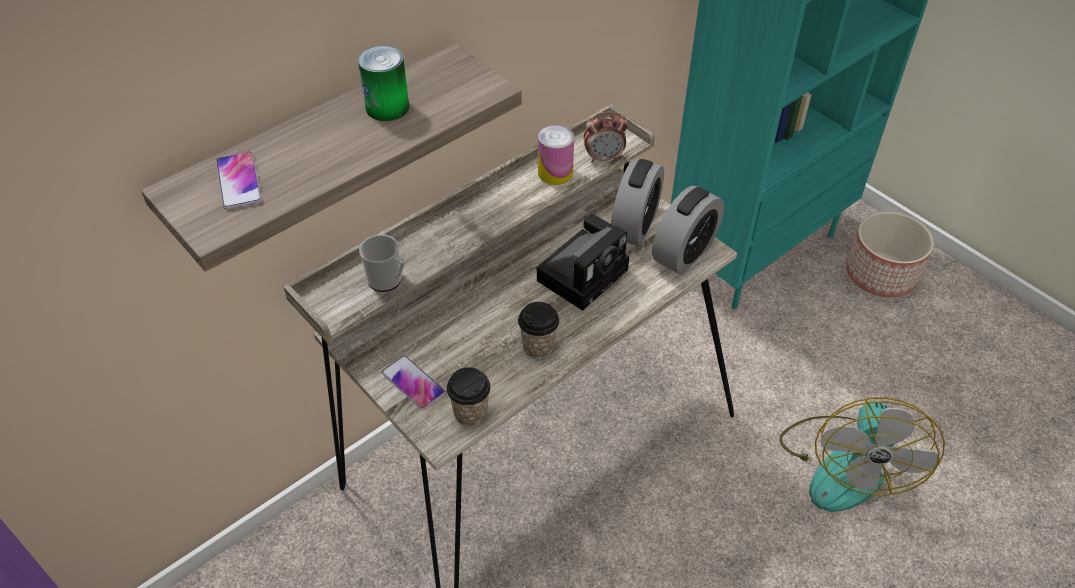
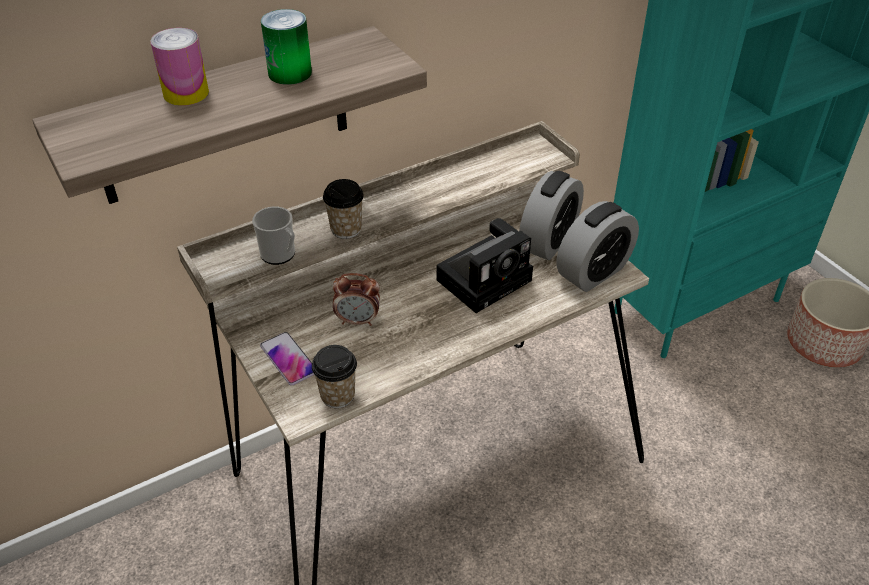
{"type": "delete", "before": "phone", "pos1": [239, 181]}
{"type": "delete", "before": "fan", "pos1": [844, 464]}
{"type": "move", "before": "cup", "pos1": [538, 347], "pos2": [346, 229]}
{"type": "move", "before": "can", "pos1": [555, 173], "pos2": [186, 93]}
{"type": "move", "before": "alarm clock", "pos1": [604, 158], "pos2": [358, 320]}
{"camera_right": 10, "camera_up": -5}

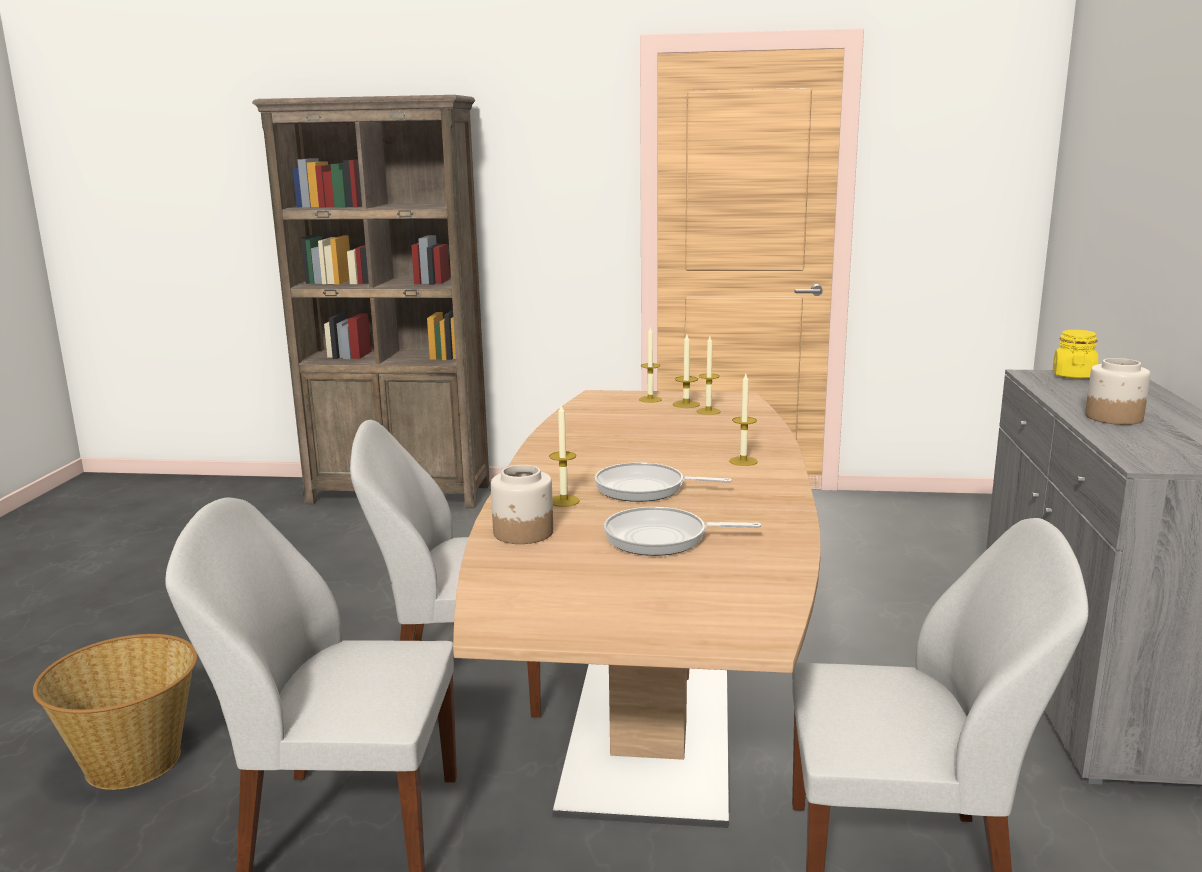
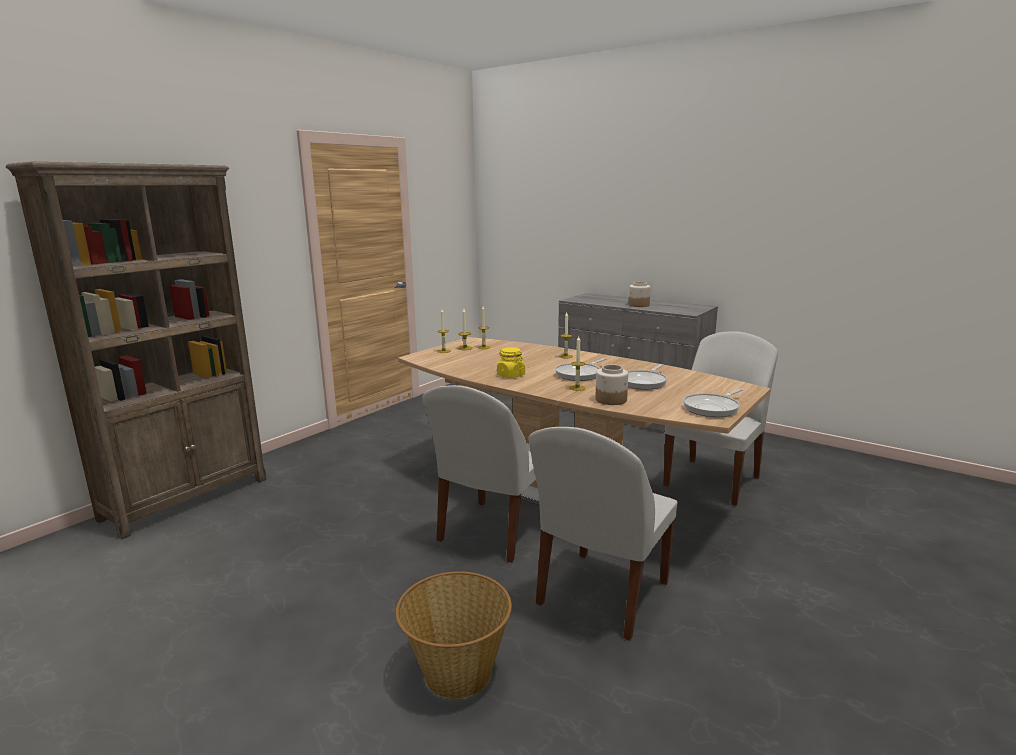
{"type": "insert", "after": "frying pan", "pos2": [713, 408]}
{"type": "move", "before": "yellow jar", "pos1": [1073, 375], "pos2": [510, 375]}
{"camera_right": -60, "camera_up": 0}

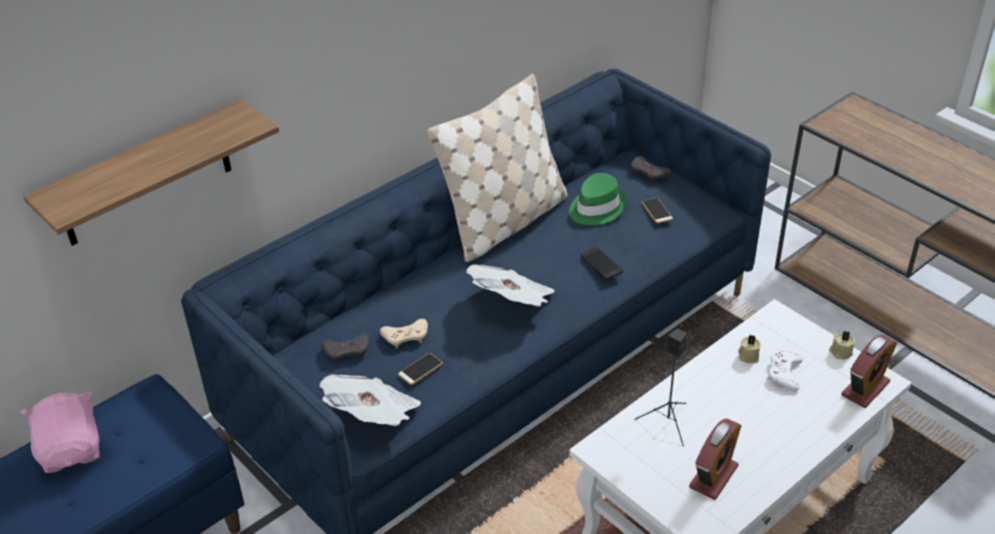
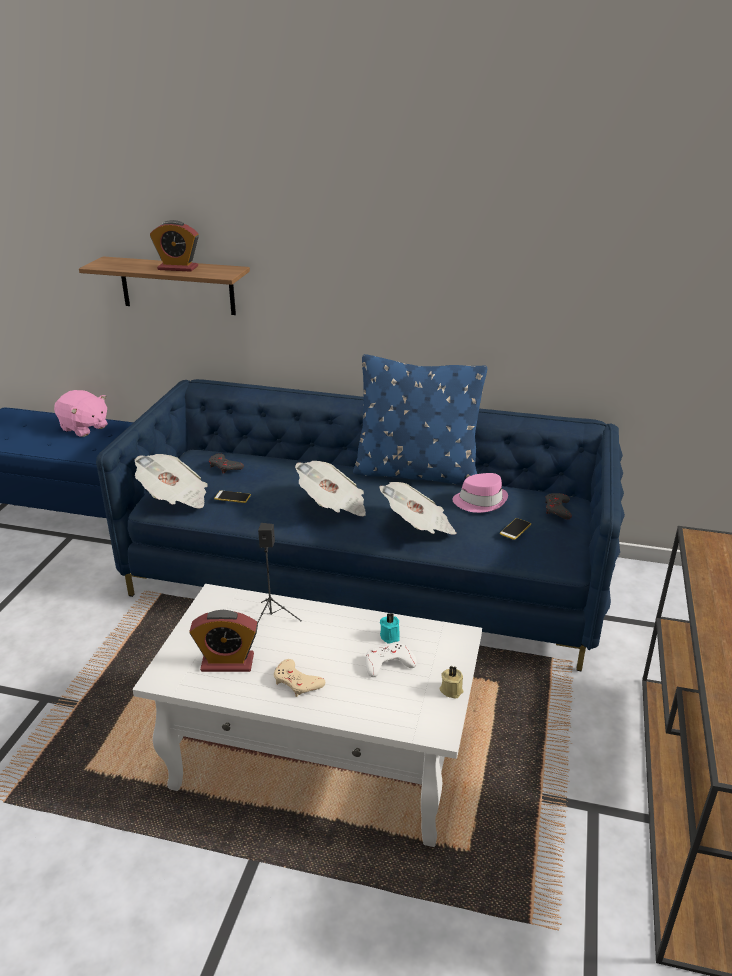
{"type": "move", "before": "beige game controller", "pos1": [406, 336], "pos2": [297, 682]}
{"type": "move", "before": "alarm clock", "pos1": [865, 389], "pos2": [178, 268]}
{"type": "replace", "before": "phone", "after": "newspaper", "pos1": [601, 264], "pos2": [418, 526]}
{"type": "recolor", "before": "beige pillow", "after": "blue pillow", "pos1": [504, 222], "pos2": [416, 473]}
{"type": "recolor", "before": "green hat", "after": "pink hat", "pos1": [595, 207], "pos2": [480, 501]}
{"type": "recolor", "before": "beige candle", "after": "turquoise candle", "pos1": [748, 356], "pos2": [390, 636]}
{"type": "rotate", "before": "pink plush toy", "pos1": [72, 450], "pos2": [84, 428], "turn": 90}
{"camera_right": 55, "camera_up": -10}

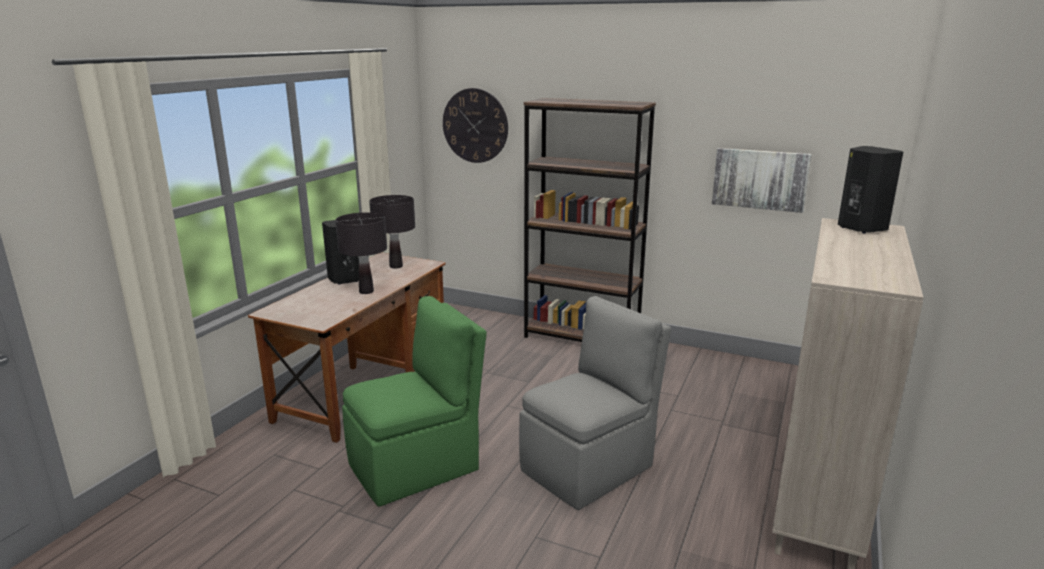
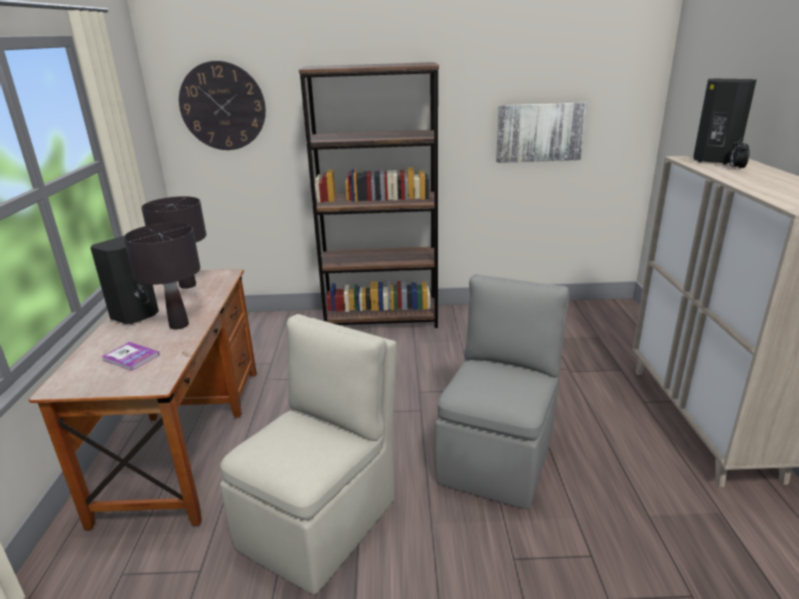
{"type": "insert", "after": "book", "pos2": [131, 357]}
{"type": "insert", "after": "alarm clock", "pos2": [736, 168]}
{"type": "recolor", "before": "green chair", "after": "beige chair", "pos1": [417, 466], "pos2": [321, 520]}
{"camera_right": -25, "camera_up": 5}

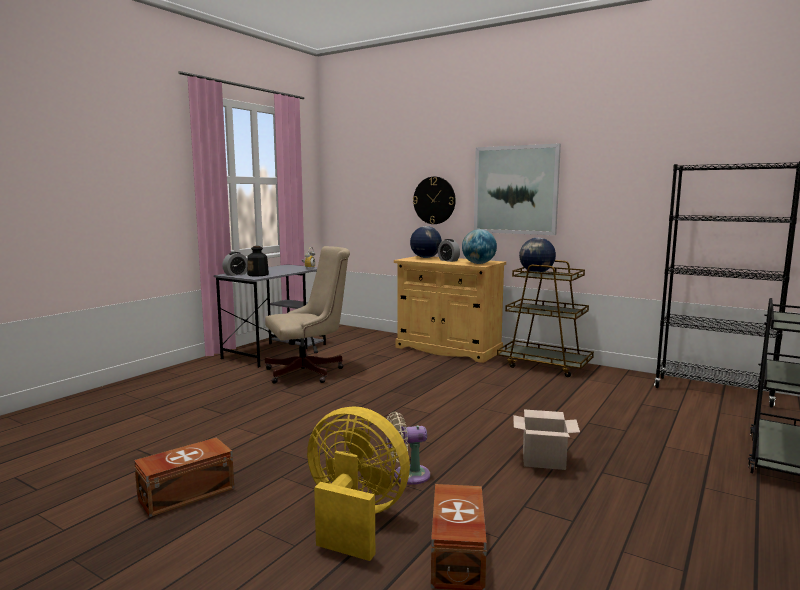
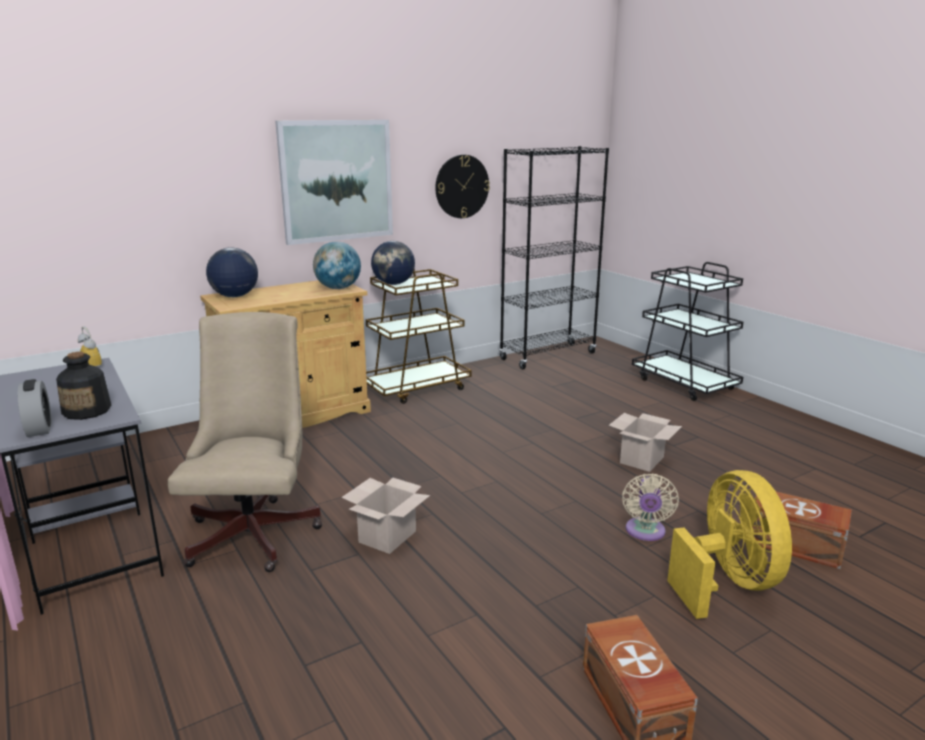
{"type": "delete", "before": "alarm clock", "pos1": [448, 260]}
{"type": "insert", "after": "cardboard box", "pos2": [387, 536]}
{"type": "move", "before": "wall clock", "pos1": [434, 200], "pos2": [462, 186]}
{"type": "rotate", "before": "yellow fan", "pos1": [354, 519], "pos2": [726, 583], "turn": 120}
{"camera_right": -65, "camera_up": 10}

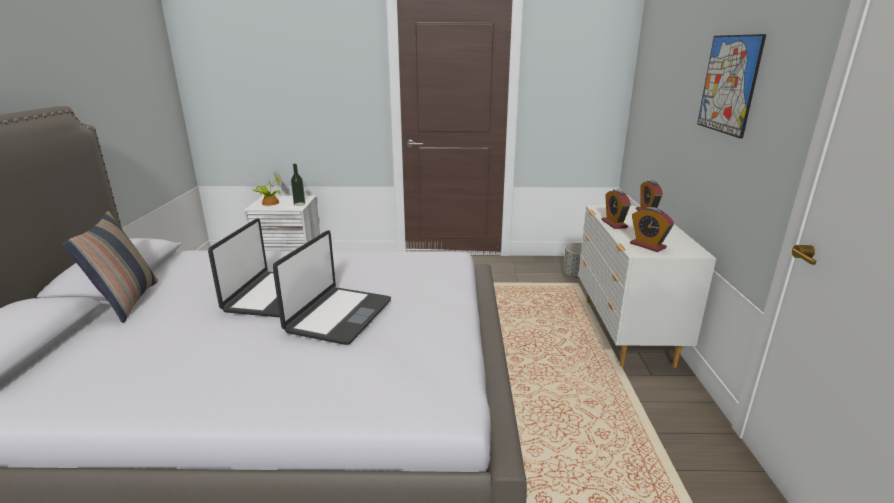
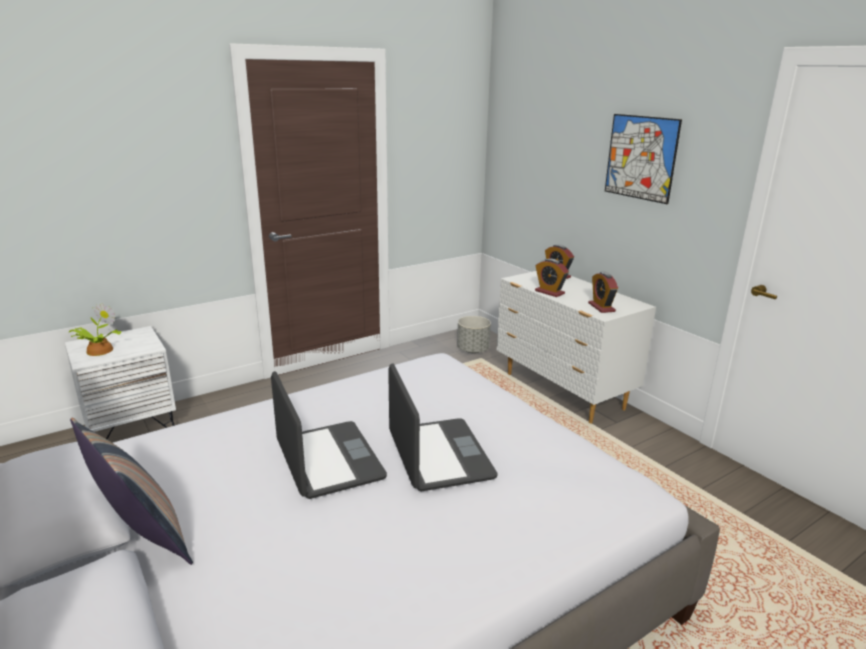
{"type": "delete", "before": "bottle", "pos1": [299, 204]}
{"type": "rotate", "before": "alarm clock", "pos1": [647, 246], "pos2": [601, 307], "turn": 60}
{"camera_right": -35, "camera_up": 0}

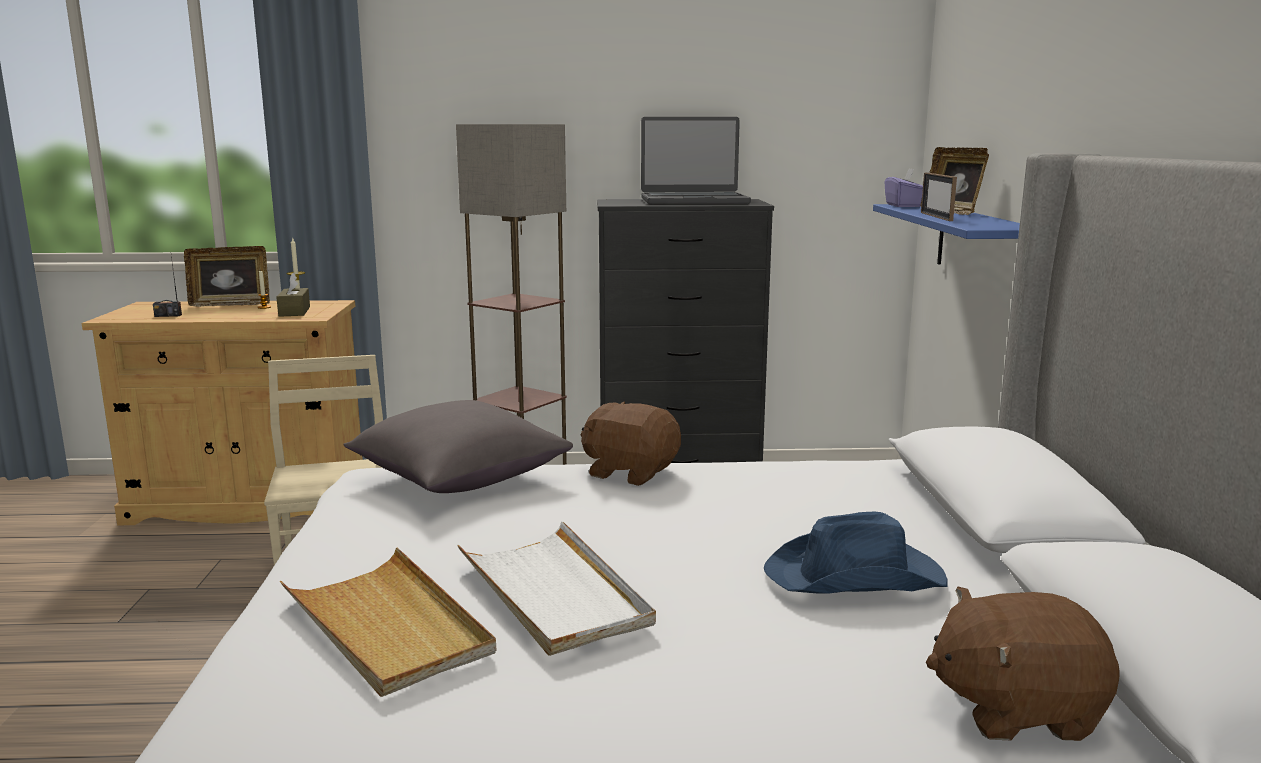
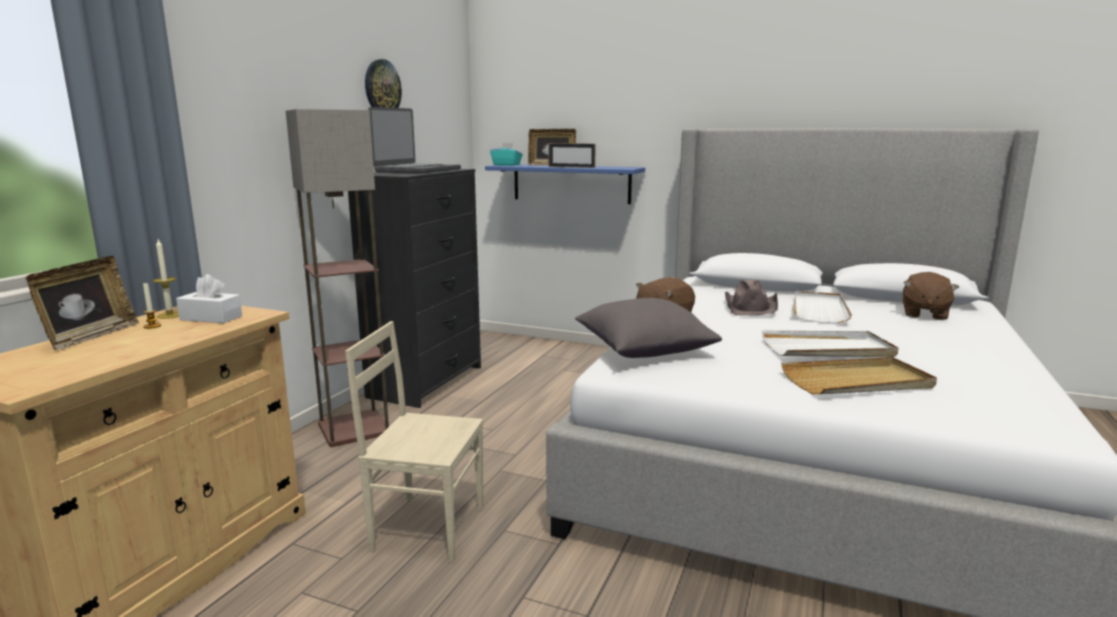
{"type": "delete", "before": "radio", "pos1": [168, 315]}
{"type": "insert", "after": "wall clock", "pos2": [382, 87]}
{"type": "insert", "after": "brown hat", "pos2": [751, 307]}
{"type": "replace", "before": "blue hat", "after": "white tray", "pos1": [856, 577], "pos2": [819, 310]}
{"type": "recolor", "before": "brown tissue box", "after": "white tissue box", "pos1": [294, 311], "pos2": [211, 318]}
{"type": "recolor", "before": "purple tissue box", "after": "turquoise tissue box", "pos1": [904, 205], "pos2": [506, 165]}
{"camera_right": -65, "camera_up": 0}

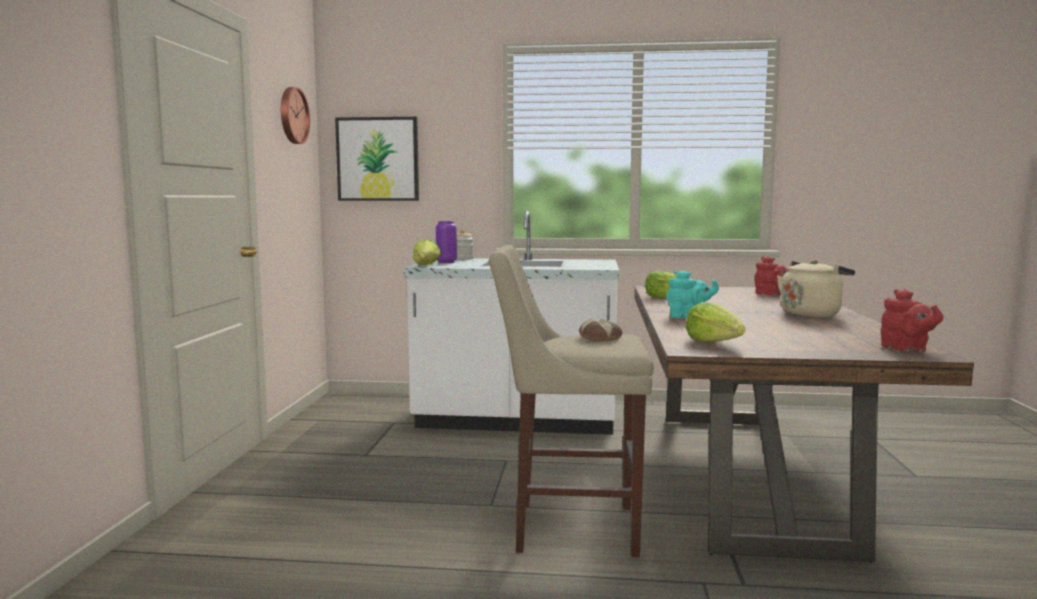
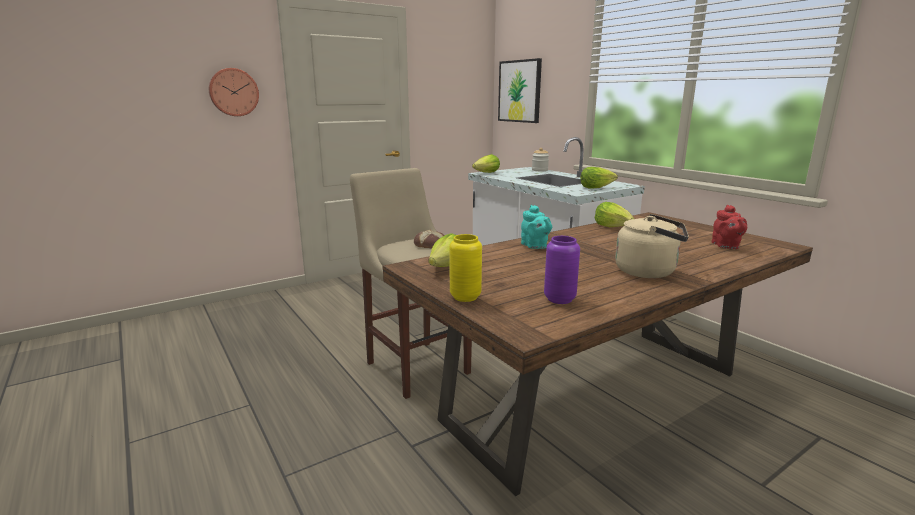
{"type": "delete", "before": "red teapot", "pos1": [906, 349]}
{"type": "insert", "after": "yellow vase", "pos2": [465, 297]}
{"type": "insert", "after": "lettuce", "pos2": [596, 187]}
{"type": "move", "before": "wall clock", "pos1": [292, 115], "pos2": [233, 92]}
{"type": "move", "before": "purple vase", "pos1": [446, 262], "pos2": [559, 299]}
{"camera_right": 50, "camera_up": 10}

